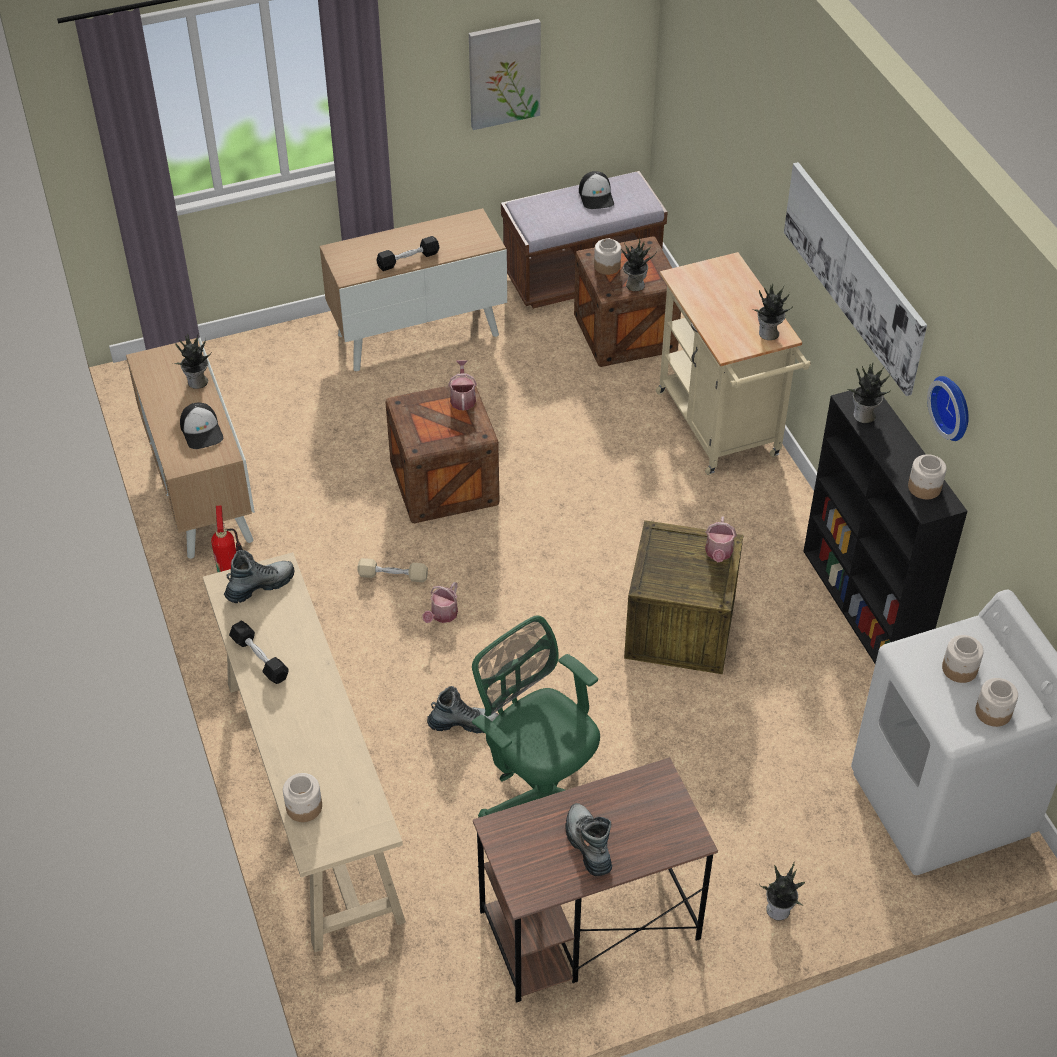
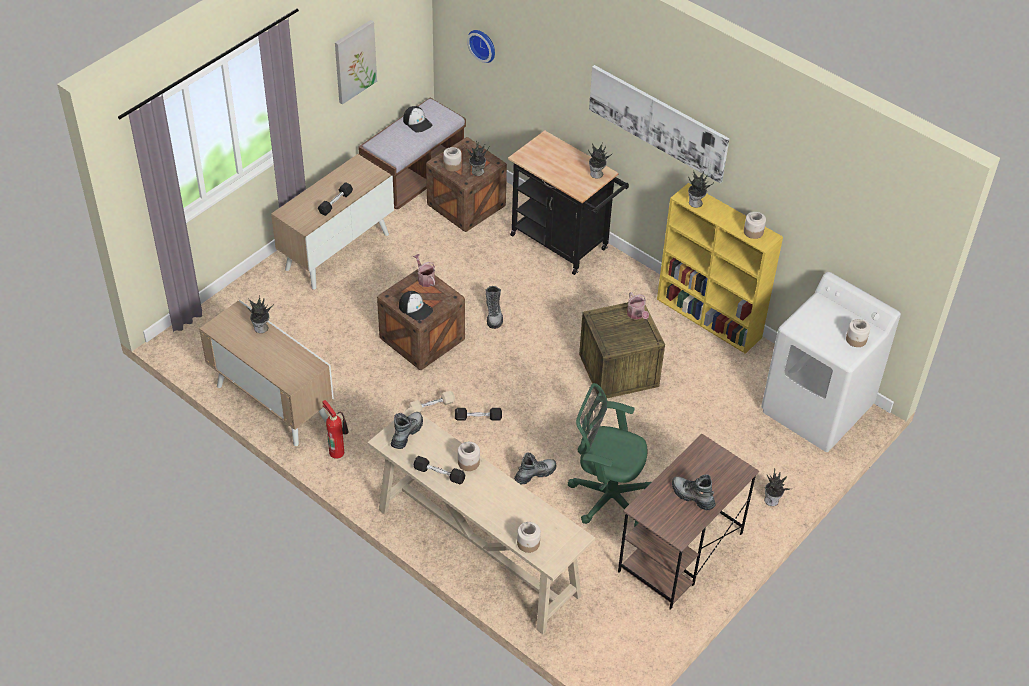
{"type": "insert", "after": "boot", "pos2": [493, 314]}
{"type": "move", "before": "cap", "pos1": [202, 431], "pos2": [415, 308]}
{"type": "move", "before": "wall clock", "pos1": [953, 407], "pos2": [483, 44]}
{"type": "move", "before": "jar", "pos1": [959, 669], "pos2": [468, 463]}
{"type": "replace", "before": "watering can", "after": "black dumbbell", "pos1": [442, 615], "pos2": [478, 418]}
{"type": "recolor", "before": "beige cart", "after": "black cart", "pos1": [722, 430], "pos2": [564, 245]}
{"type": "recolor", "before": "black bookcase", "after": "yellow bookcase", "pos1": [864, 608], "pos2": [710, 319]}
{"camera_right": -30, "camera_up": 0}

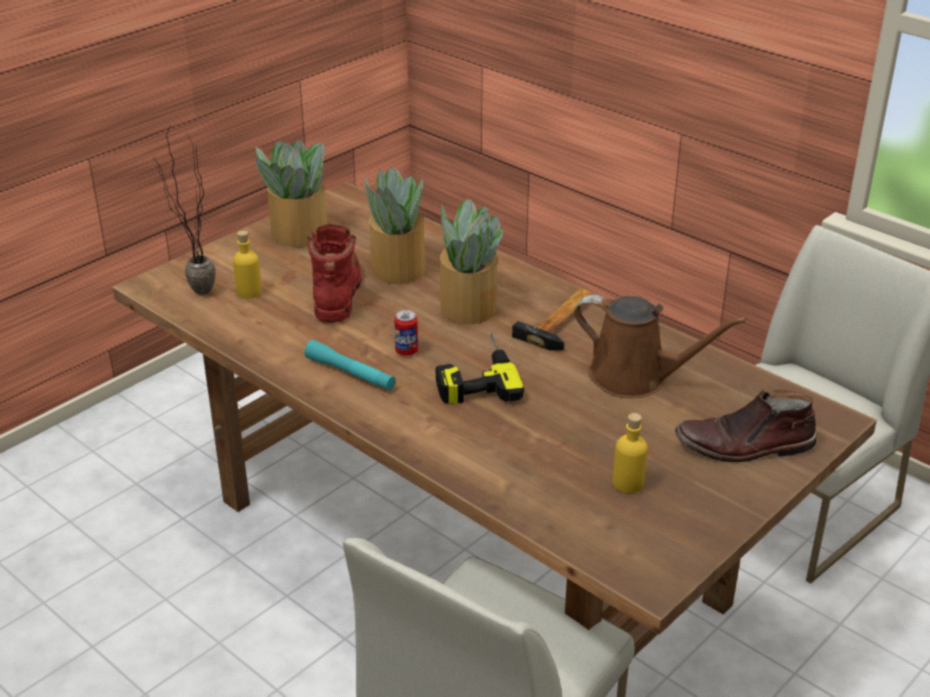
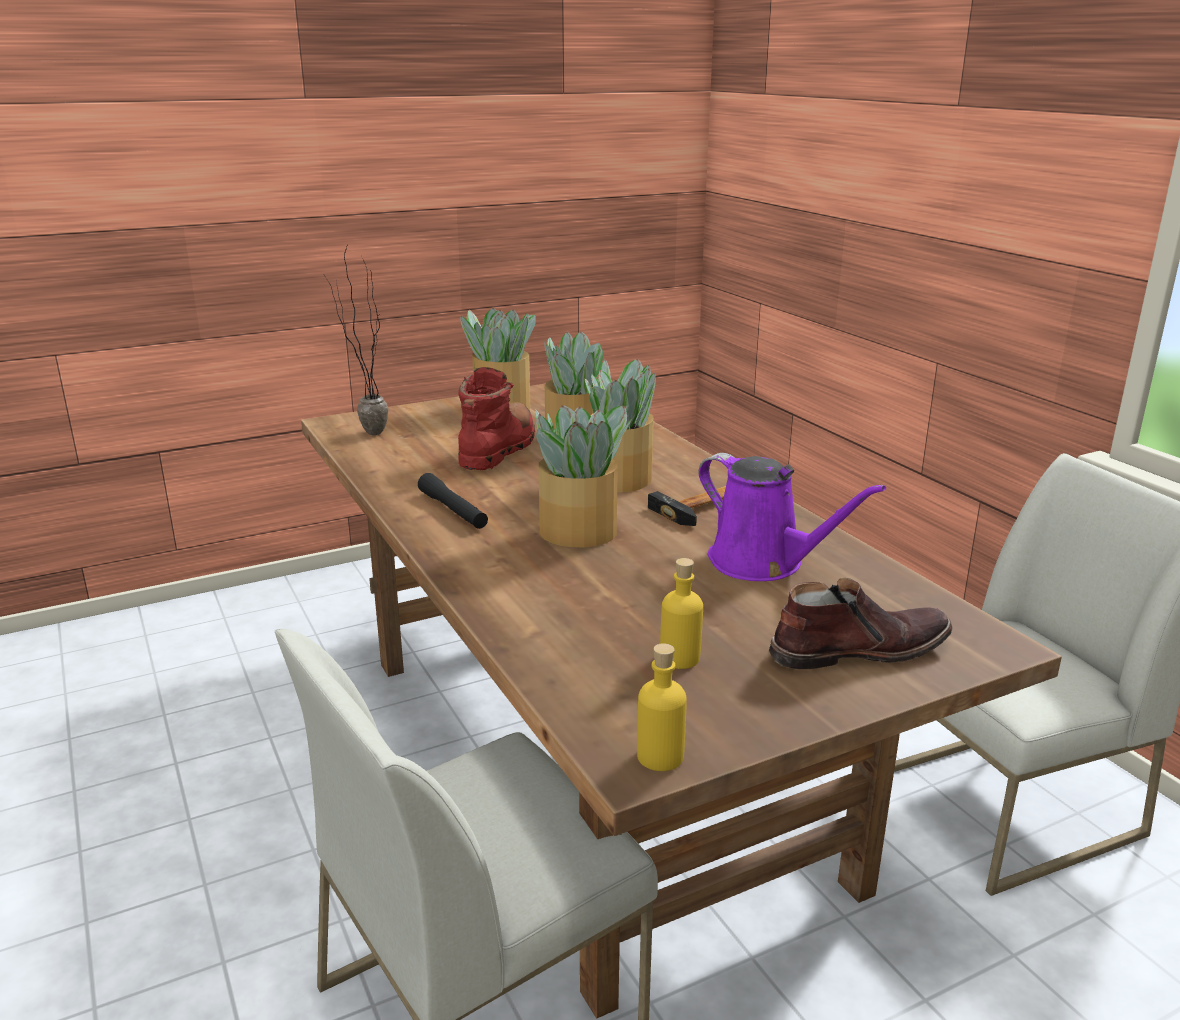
{"type": "delete", "before": "can", "pos1": [406, 351]}
{"type": "move", "before": "yellow bottle", "pos1": [249, 292], "pos2": [660, 756]}
{"type": "replace", "before": "power drill", "after": "potted plant", "pos1": [474, 375], "pos2": [580, 532]}
{"type": "recolor", "before": "turquoise flashlight", "after": "black flashlight", "pos1": [350, 373], "pos2": [453, 510]}
{"type": "recolor", "before": "brown watering can", "after": "purple watering can", "pos1": [635, 378], "pos2": [763, 563]}
{"type": "rotate", "before": "brown boot", "pos1": [744, 446], "pos2": [857, 650], "turn": 150}
{"camera_right": 20, "camera_up": -10}

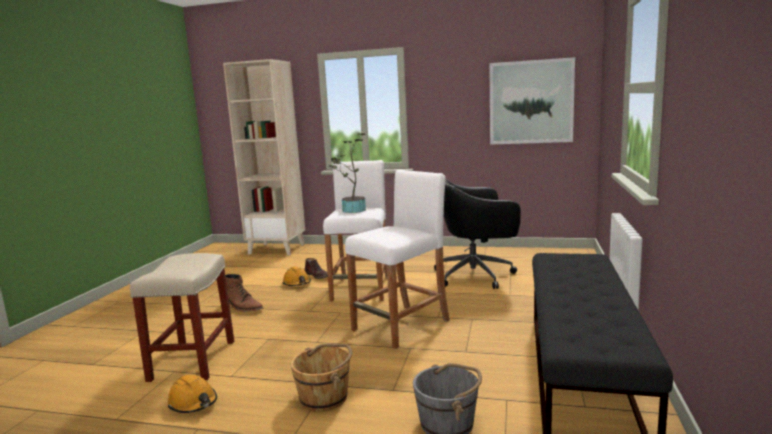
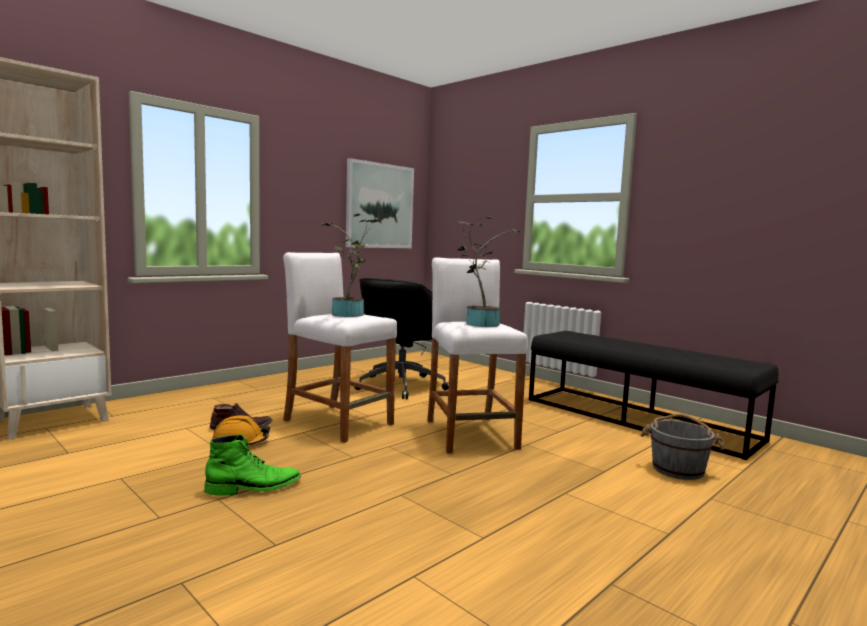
{"type": "delete", "before": "beige stool", "pos1": [193, 359]}
{"type": "delete", "before": "orange hard hat", "pos1": [193, 403]}
{"type": "delete", "before": "brown bucket", "pos1": [325, 397]}
{"type": "insert", "after": "potted plant", "pos2": [479, 323]}
{"type": "recolor", "before": "brown boot", "after": "green boot", "pos1": [242, 307], "pos2": [254, 488]}
{"camera_right": -60, "camera_up": -5}

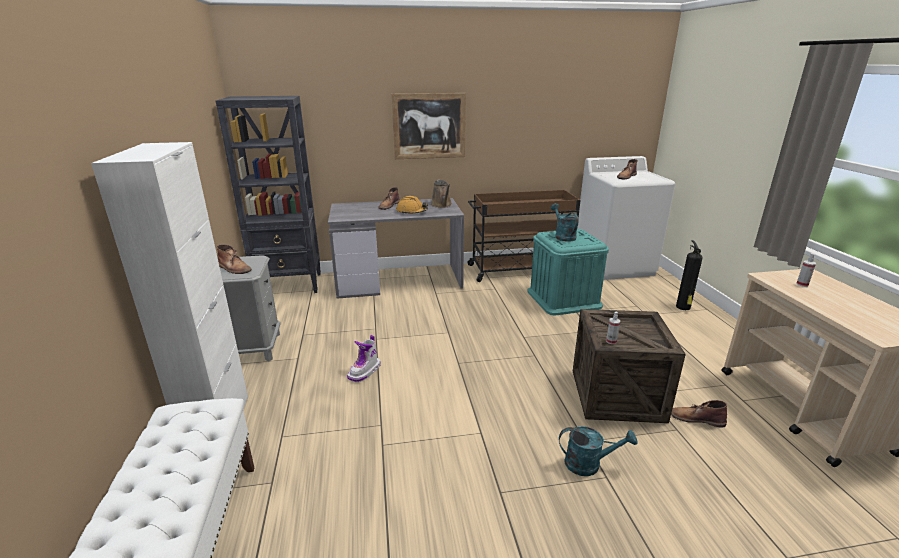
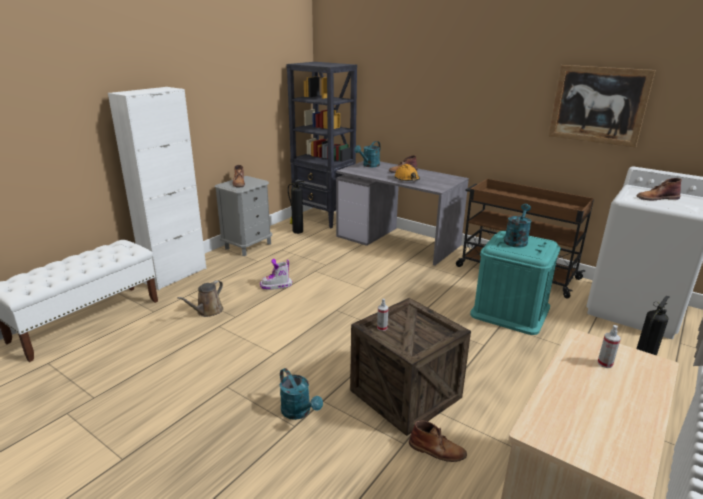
{"type": "insert", "after": "fire extinguisher", "pos2": [297, 231]}
{"type": "insert", "after": "turquoise watering can", "pos2": [369, 165]}
{"type": "move", "before": "picture", "pos1": [429, 126], "pos2": [598, 105]}
{"type": "move", "before": "brown watering can", "pos1": [442, 205], "pos2": [208, 311]}
{"type": "rotate", "before": "brown boot", "pos1": [696, 418], "pos2": [437, 450], "turn": 135}
{"camera_right": 45, "camera_up": 0}

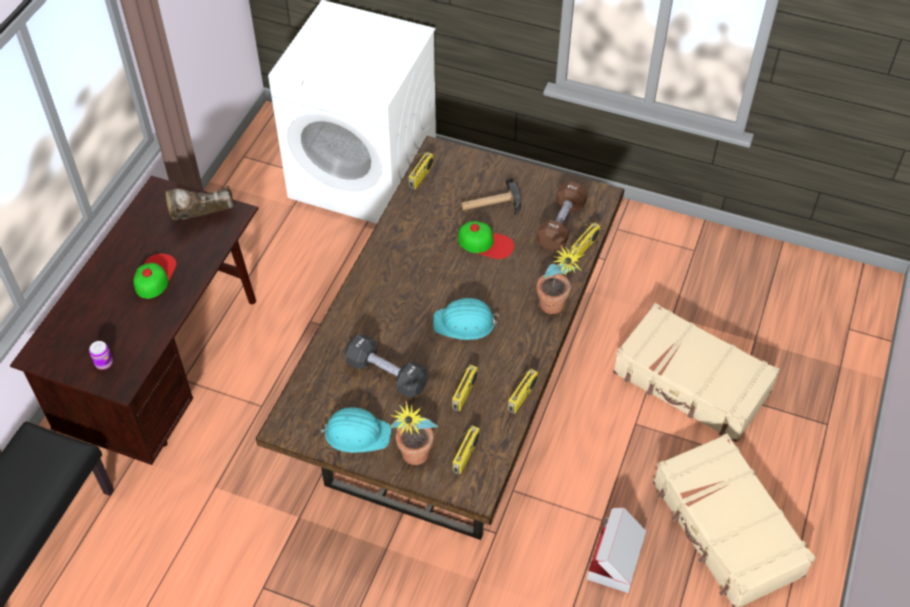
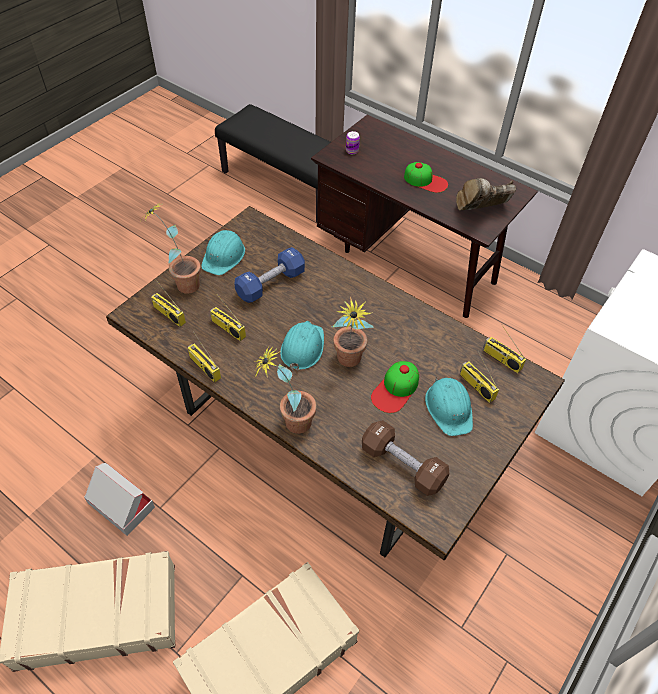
{"type": "insert", "after": "potted plant", "pos2": [348, 363]}
{"type": "move", "before": "radio", "pos1": [584, 247], "pos2": [476, 386]}
{"type": "replace", "before": "hammer", "after": "turquoise hard hat", "pos1": [490, 204], "pos2": [449, 408]}
{"type": "recolor", "before": "black dumbbell", "after": "blue dumbbell", "pos1": [386, 374], "pos2": [270, 284]}
{"type": "rotate", "before": "brown boot", "pos1": [202, 219], "pos2": [480, 211], "turn": -105}
{"camera_right": 105, "camera_up": 0}

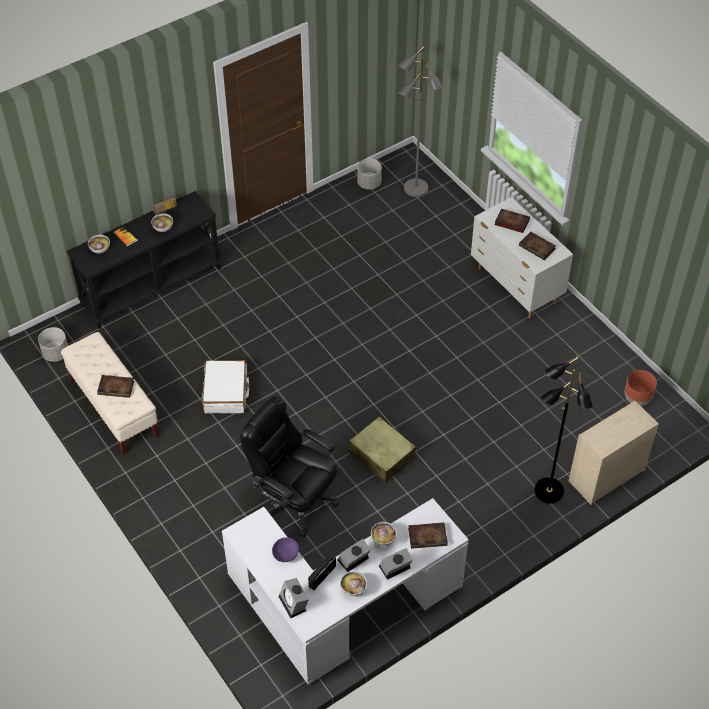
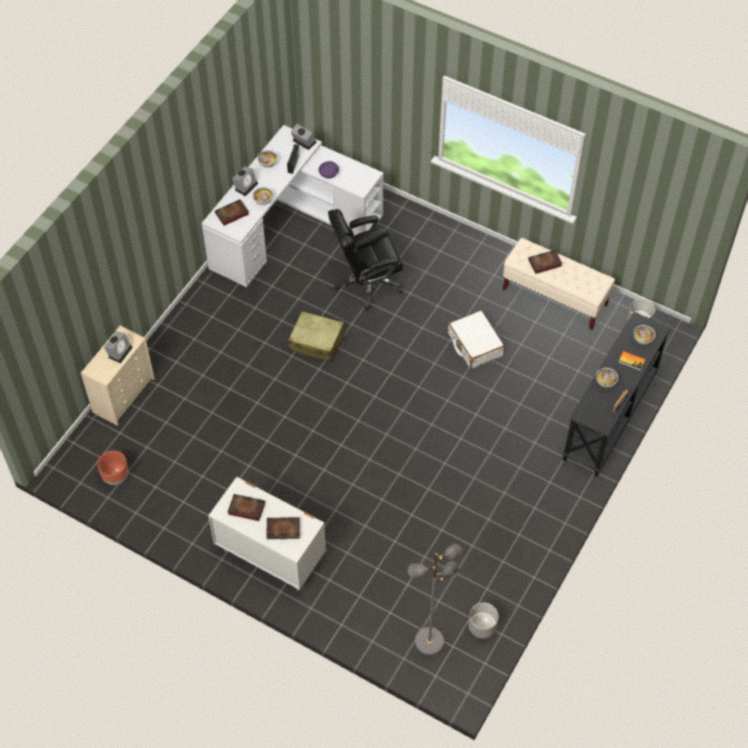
{"type": "delete", "before": "black floor lamp", "pos1": [548, 492]}
{"type": "move", "before": "alarm clock", "pos1": [353, 560], "pos2": [119, 351]}
{"type": "rotate", "before": "black office chair", "pos1": [293, 500], "pos2": [367, 282], "turn": 150}
{"camera_right": 155, "camera_up": 5}

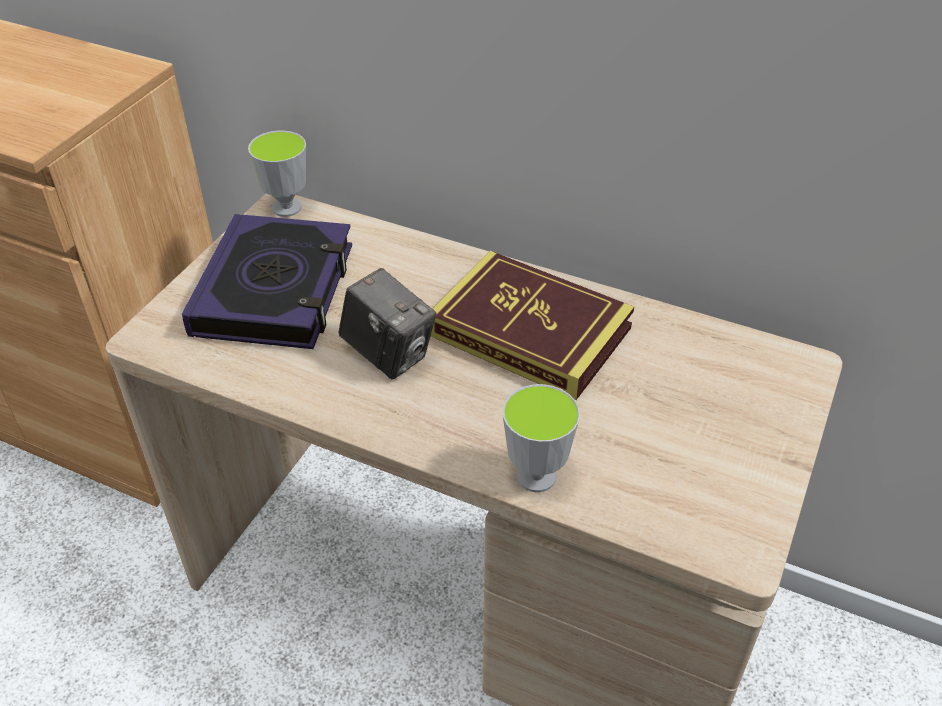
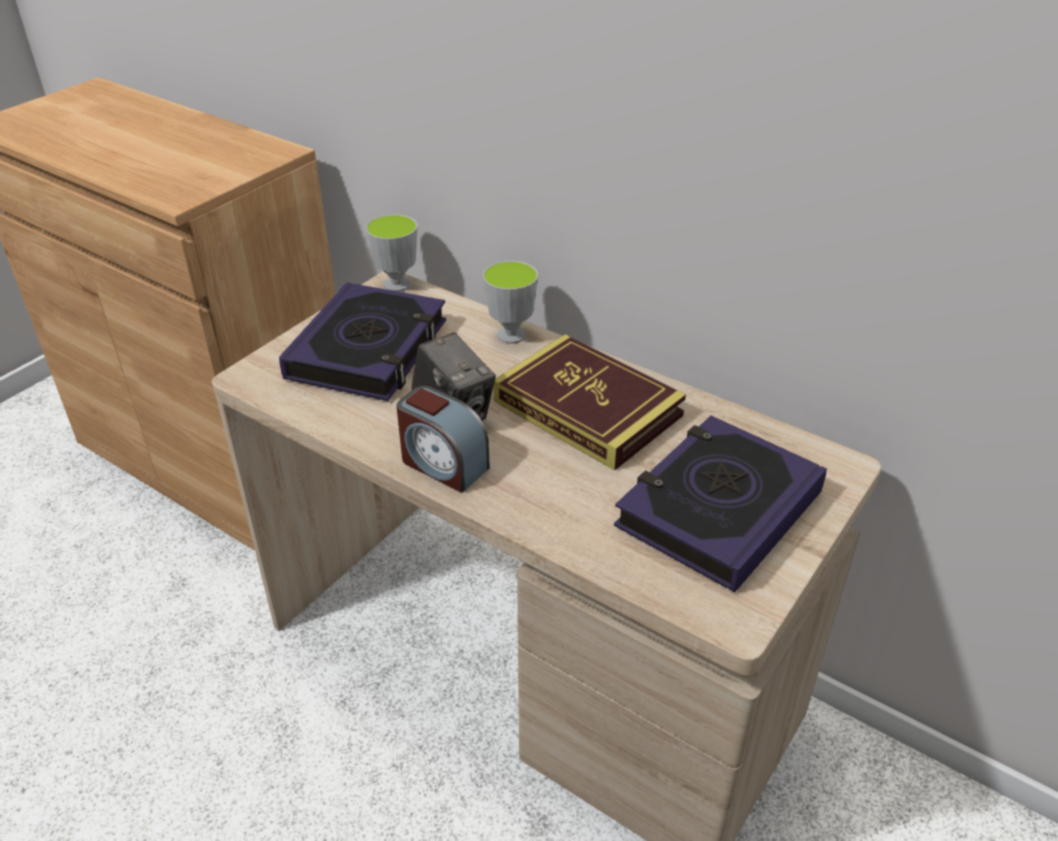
{"type": "insert", "after": "alarm clock", "pos2": [443, 464]}
{"type": "insert", "after": "book", "pos2": [718, 509]}
{"type": "move", "before": "cup", "pos1": [536, 476], "pos2": [511, 335]}
{"camera_right": 10, "camera_up": -5}

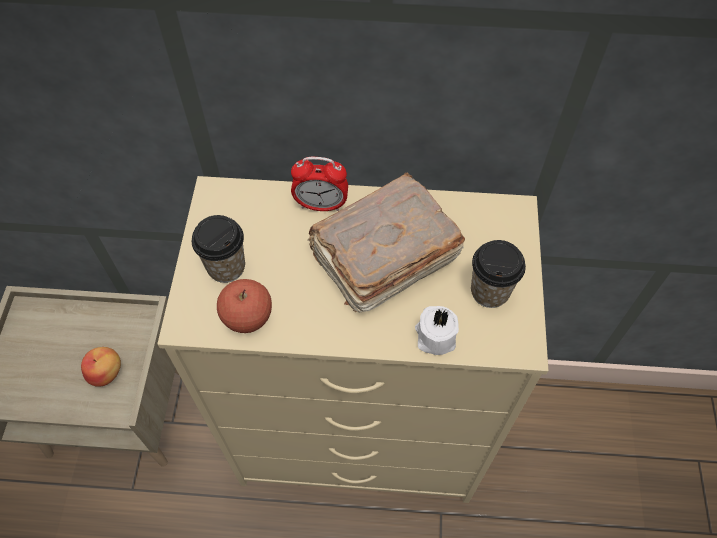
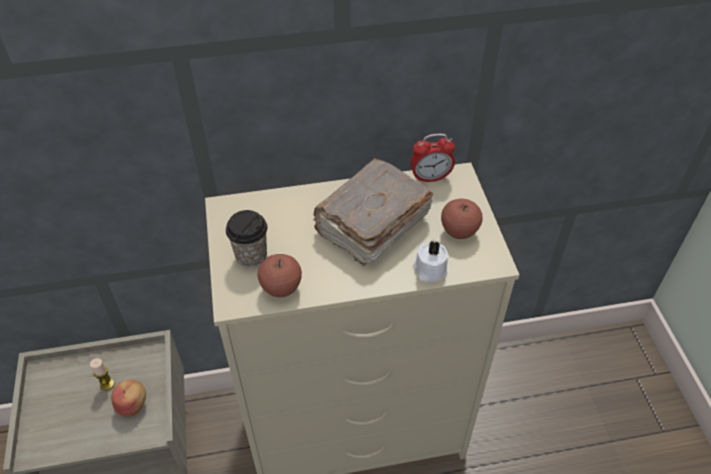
{"type": "insert", "after": "candle", "pos2": [107, 384]}
{"type": "move", "before": "alarm clock", "pos1": [321, 205], "pos2": [430, 178]}
{"type": "replace", "before": "cup", "after": "apple", "pos1": [489, 291], "pos2": [459, 231]}
{"camera_right": -15, "camera_up": -10}

